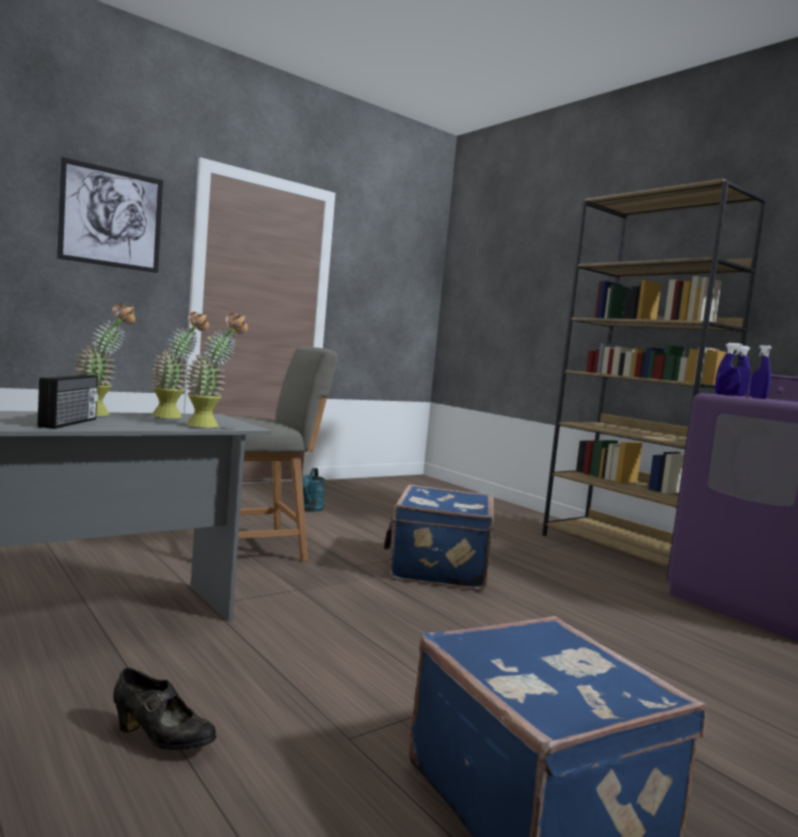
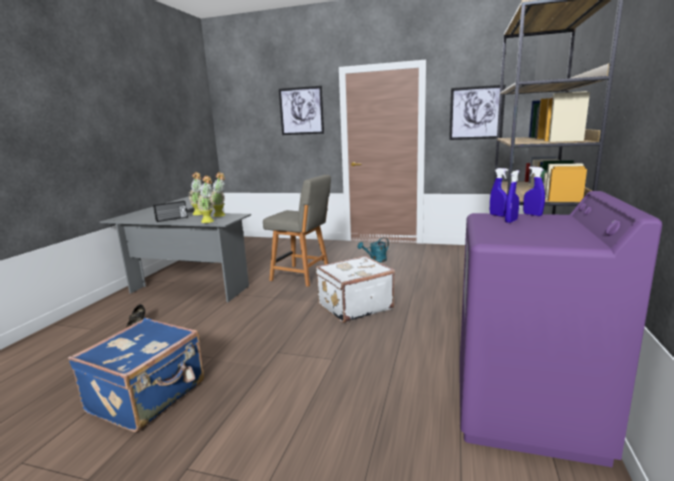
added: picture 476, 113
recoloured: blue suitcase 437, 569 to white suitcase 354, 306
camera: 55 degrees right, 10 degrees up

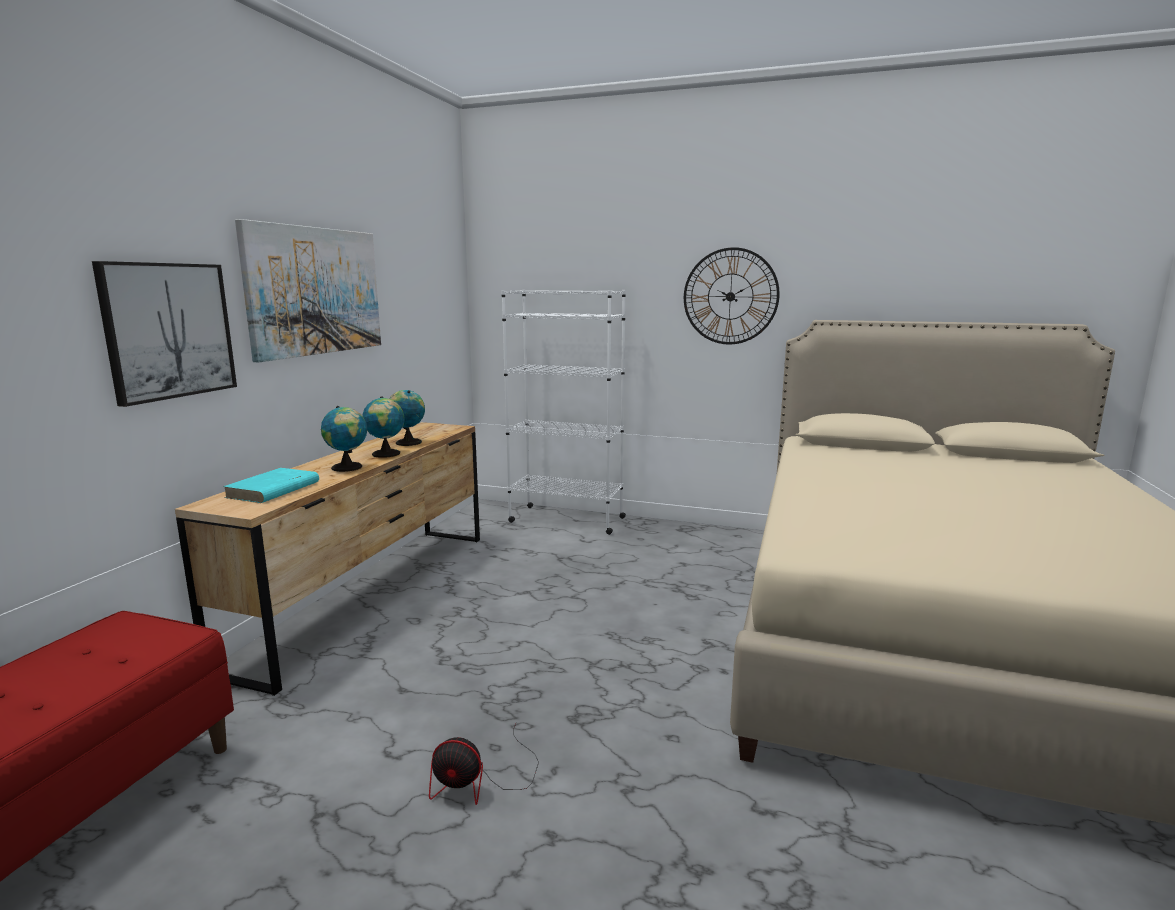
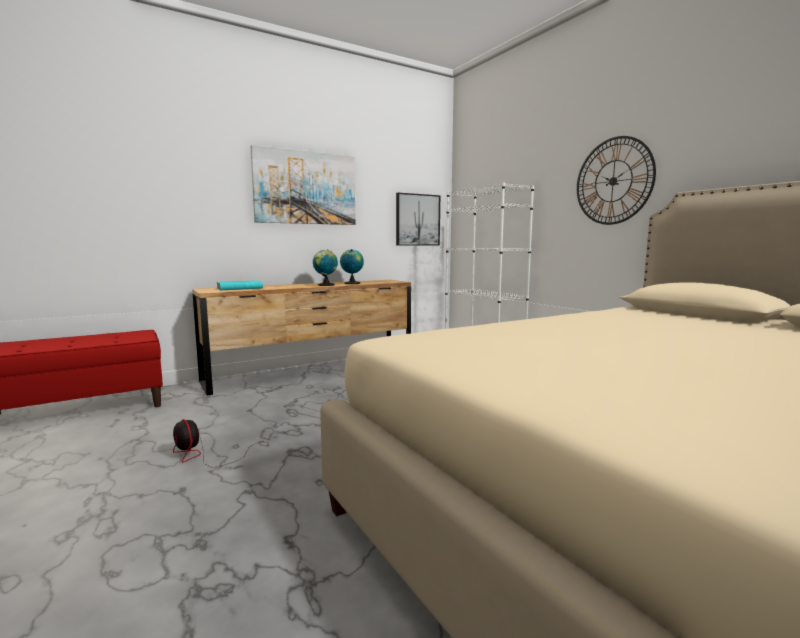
removed: globe 348, 468
moved: picture 168, 330 to 417, 220
camera: 40 degrees right, 5 degrees down

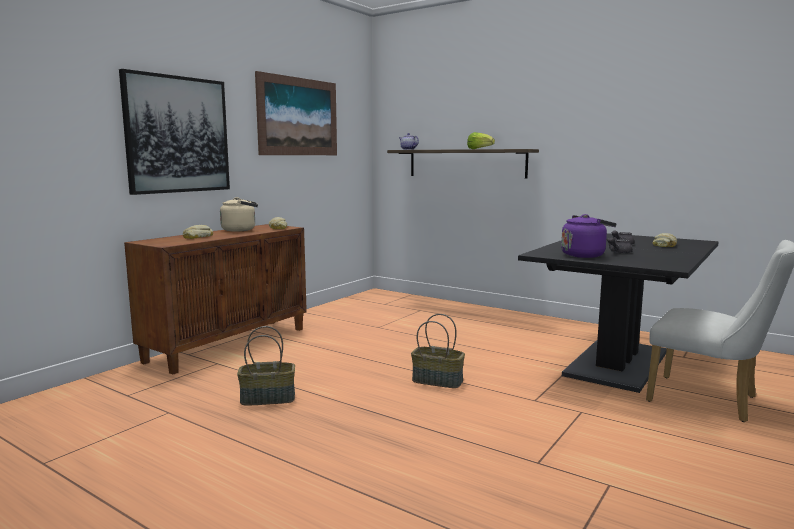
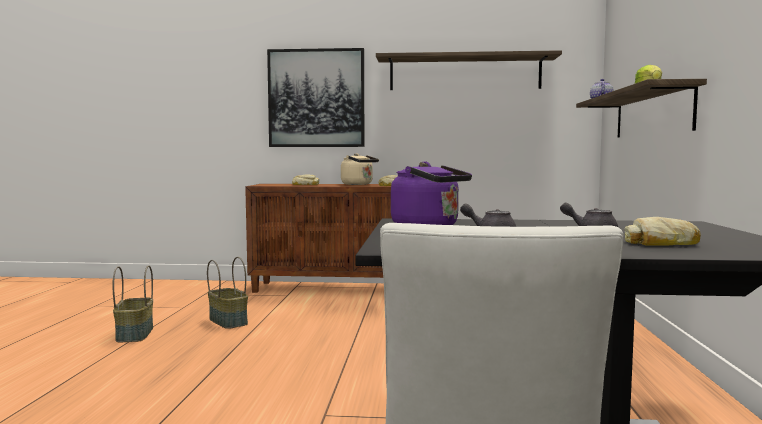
moved: basket 438, 381 to 135, 334
replaced: picture 298, 117 to shelf 465, 73
camera: 60 degrees right, 5 degrees down

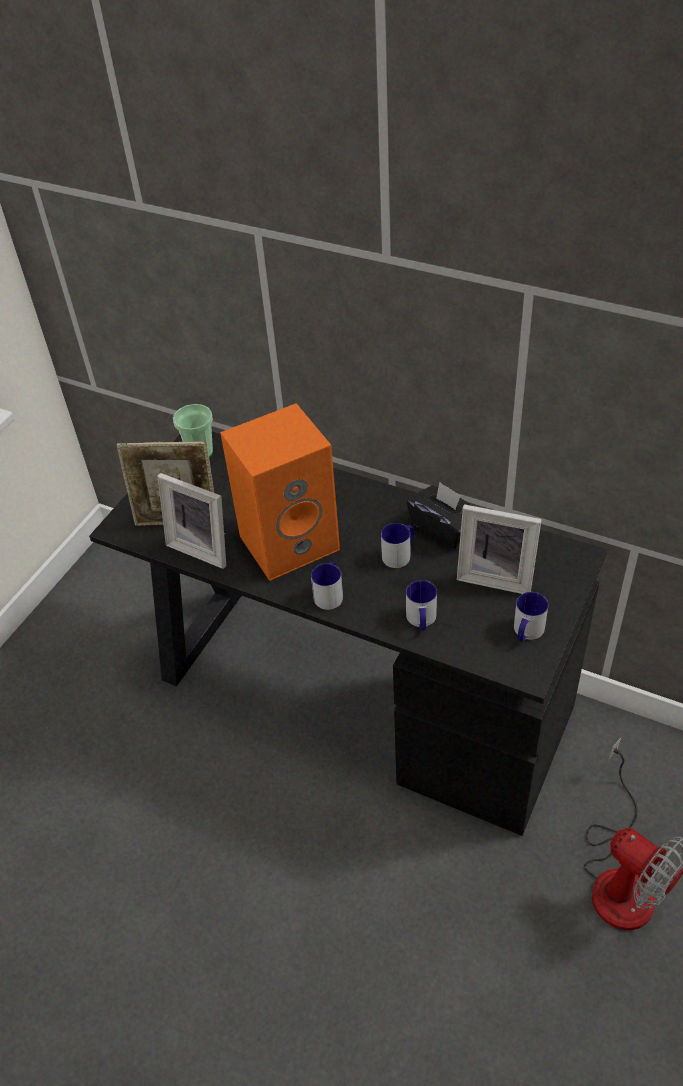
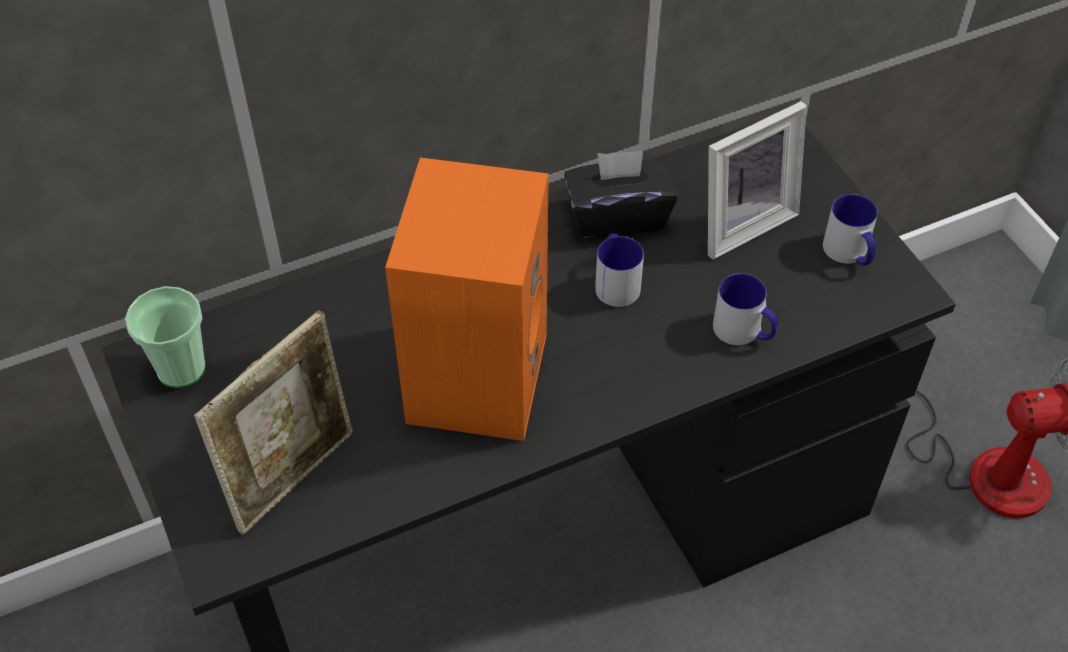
removed: picture frame 203, 547; mug 329, 593
camera: 55 degrees left, 5 degrees up

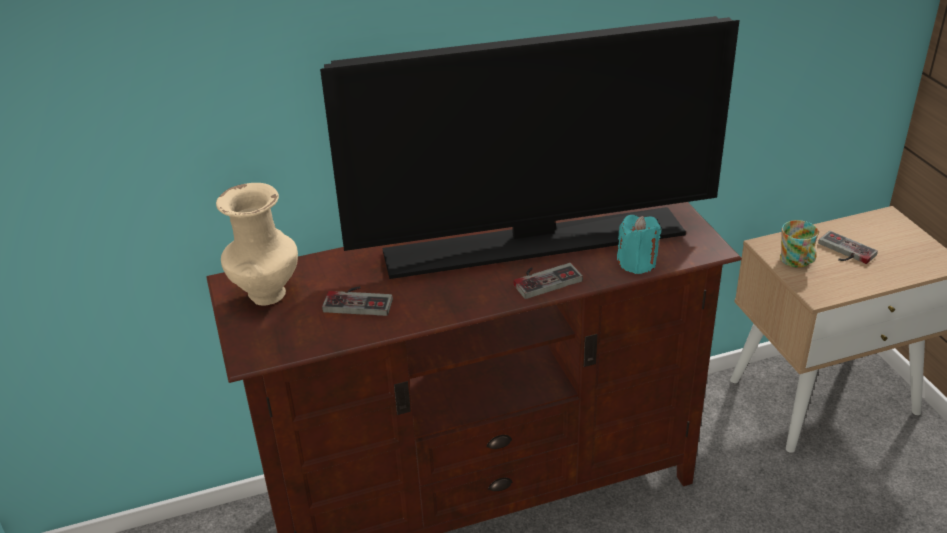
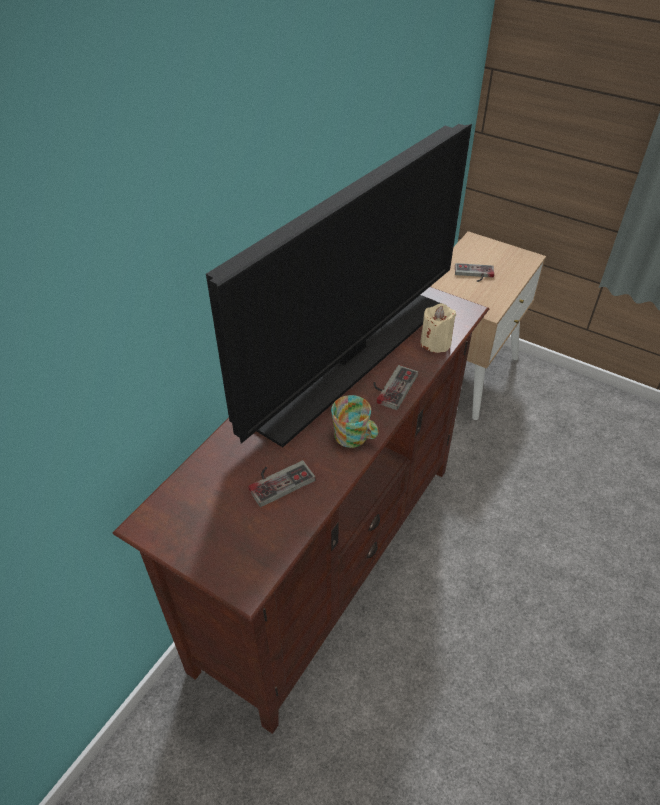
removed: beige vase 266, 295
moved: mug 797, 261 to 355, 438
recoloured: turquoise candle 637, 263 to beige candle 435, 343
camera: 40 degrees left, 10 degrees up

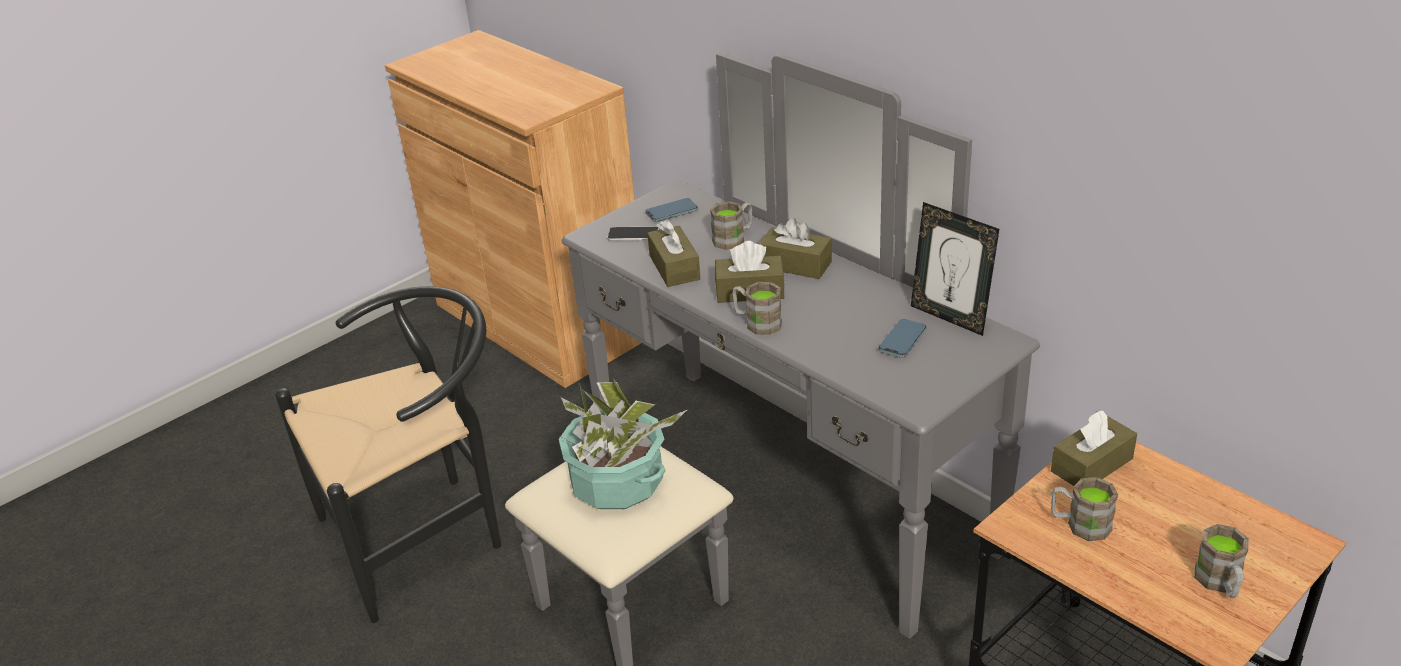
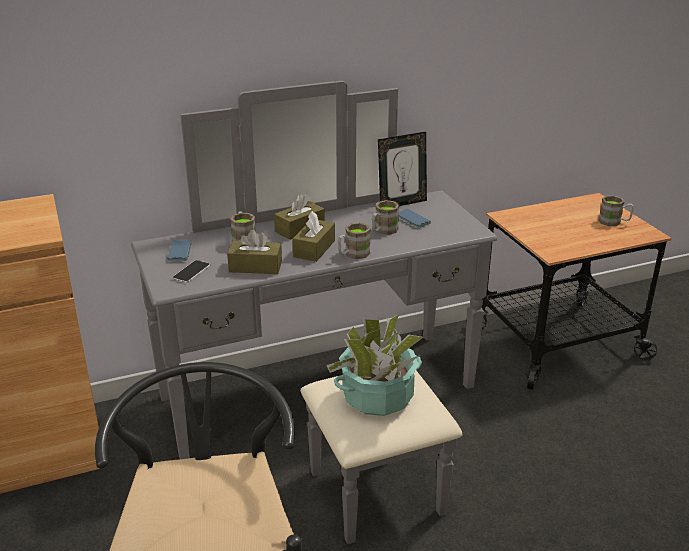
removed: brown tissue box 1091, 465
moved: brown mug 1080, 524 to 383, 231
camera: 70 degrees left, 5 degrees down

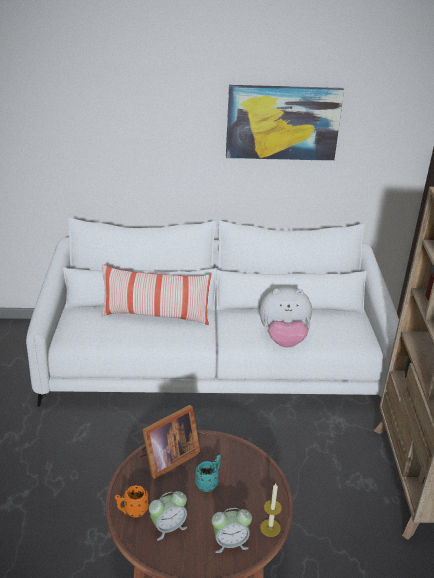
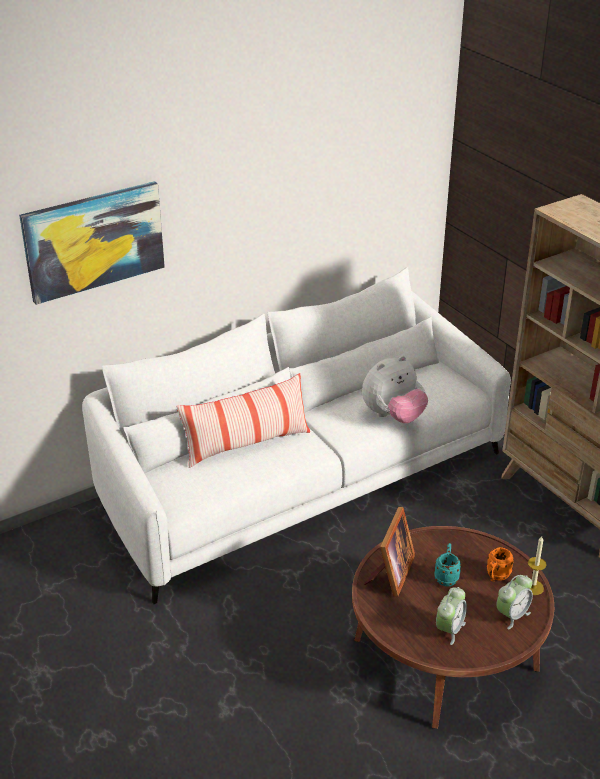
moved: orange mug 132, 511 to 496, 576; picture 282, 122 to 94, 241
camera: 30 degrees left, 0 degrees up

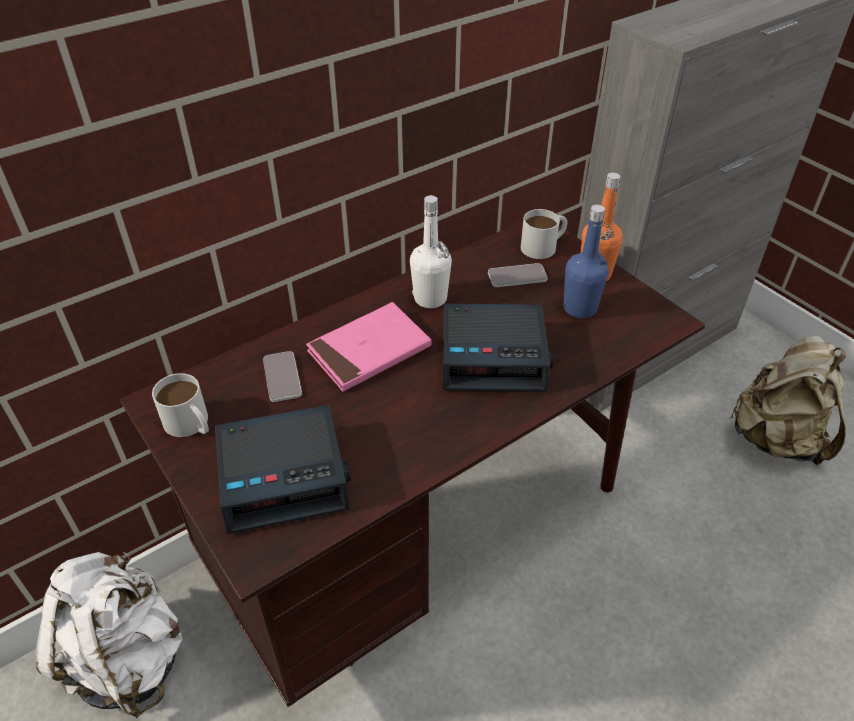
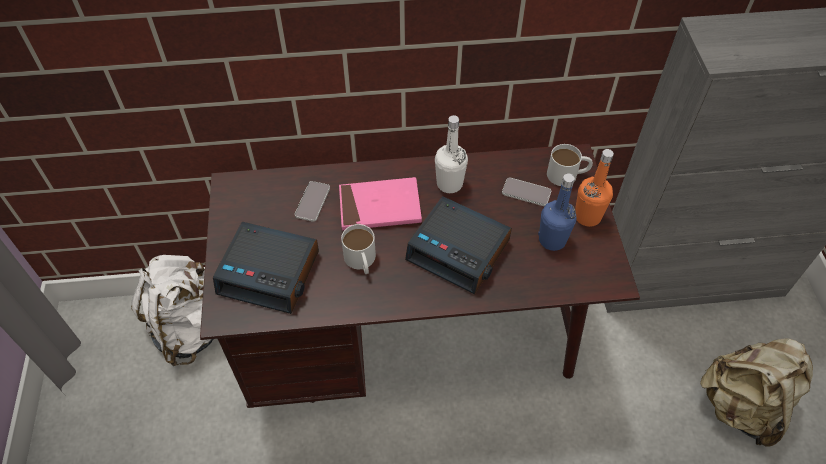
moved: white mug 191, 425 to 361, 261
camera: 30 degrees right, 10 degrees up

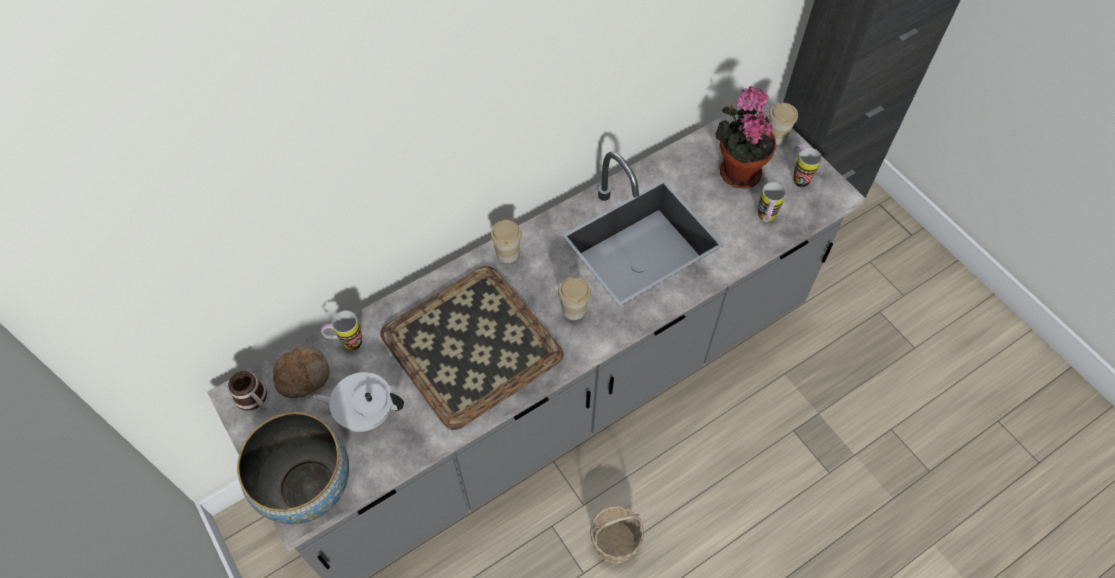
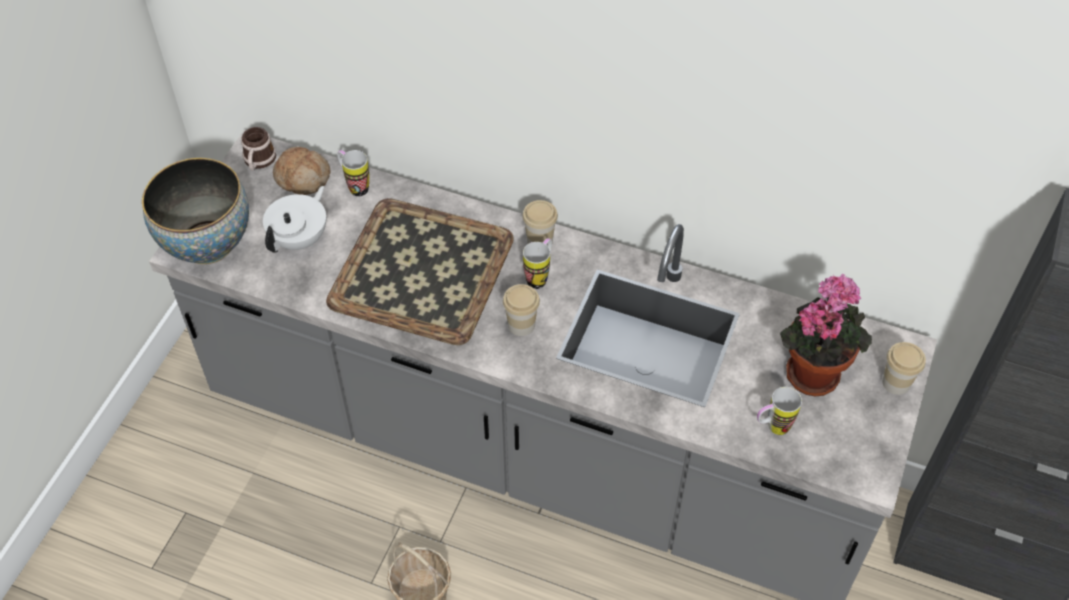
moved: mug 798, 177 to 540, 276
turned: white teapot 365, 412 = 300, 238 60 degrees clockwise
camera: 55 degrees right, 5 degrees down

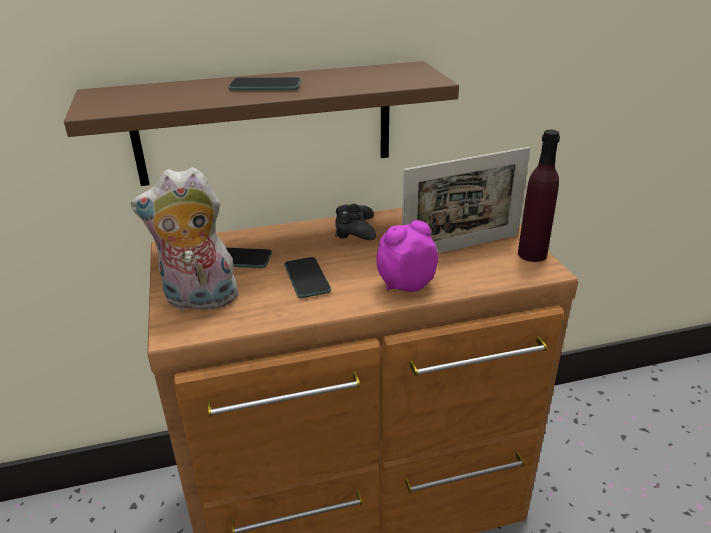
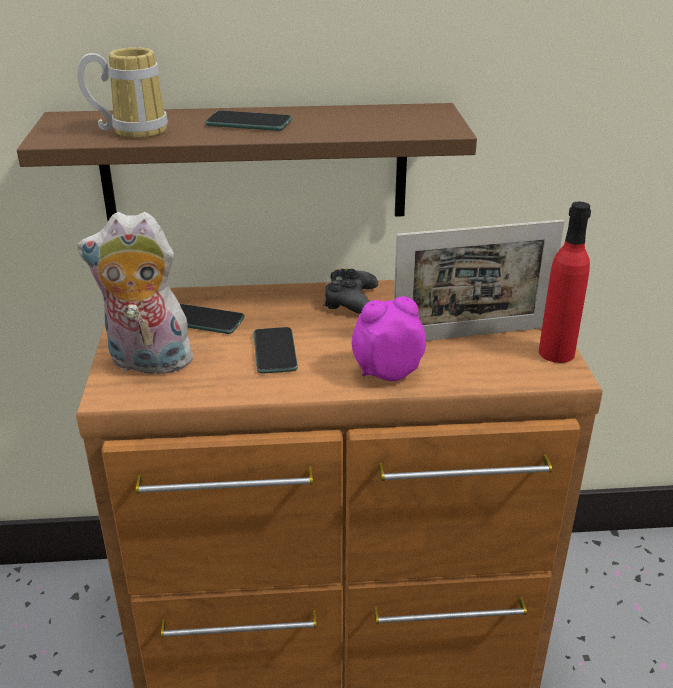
added: mug 132, 130
recoloured: purple bottle 532, 254 to red bottle 556, 353
camera: 10 degrees right, 0 degrees up

